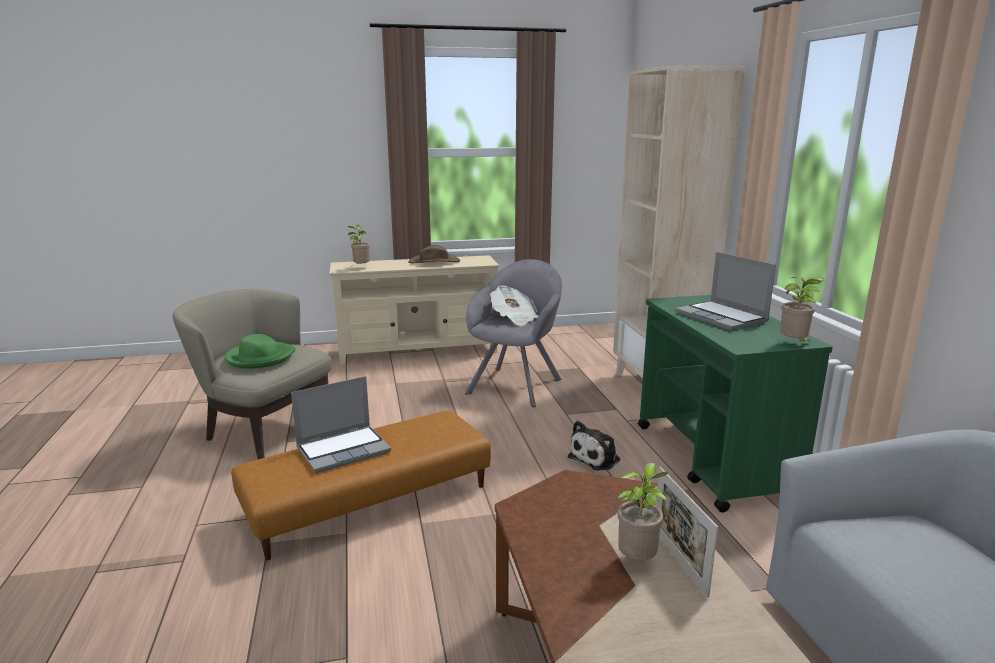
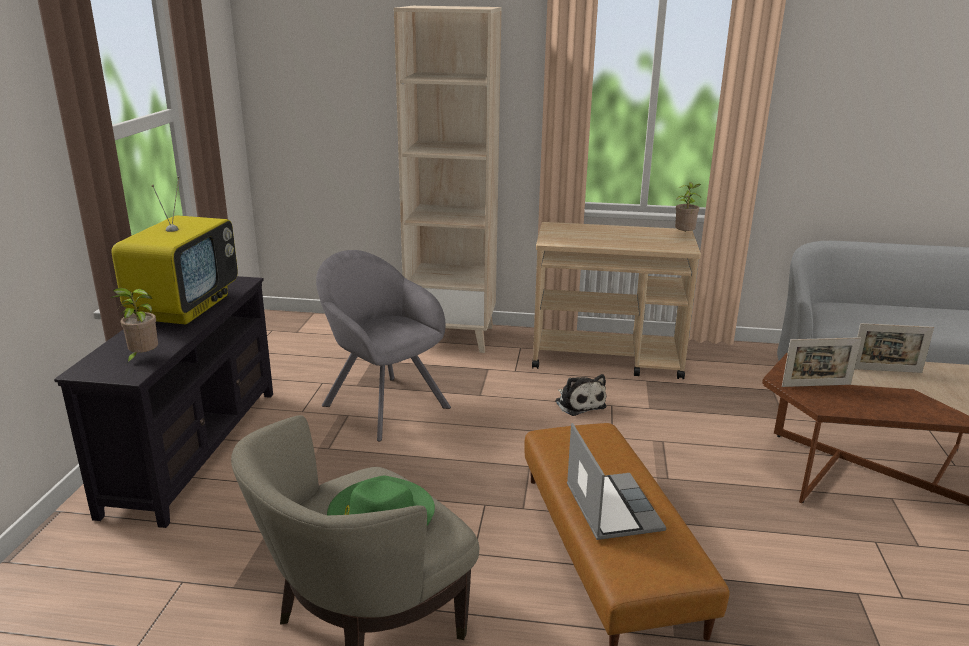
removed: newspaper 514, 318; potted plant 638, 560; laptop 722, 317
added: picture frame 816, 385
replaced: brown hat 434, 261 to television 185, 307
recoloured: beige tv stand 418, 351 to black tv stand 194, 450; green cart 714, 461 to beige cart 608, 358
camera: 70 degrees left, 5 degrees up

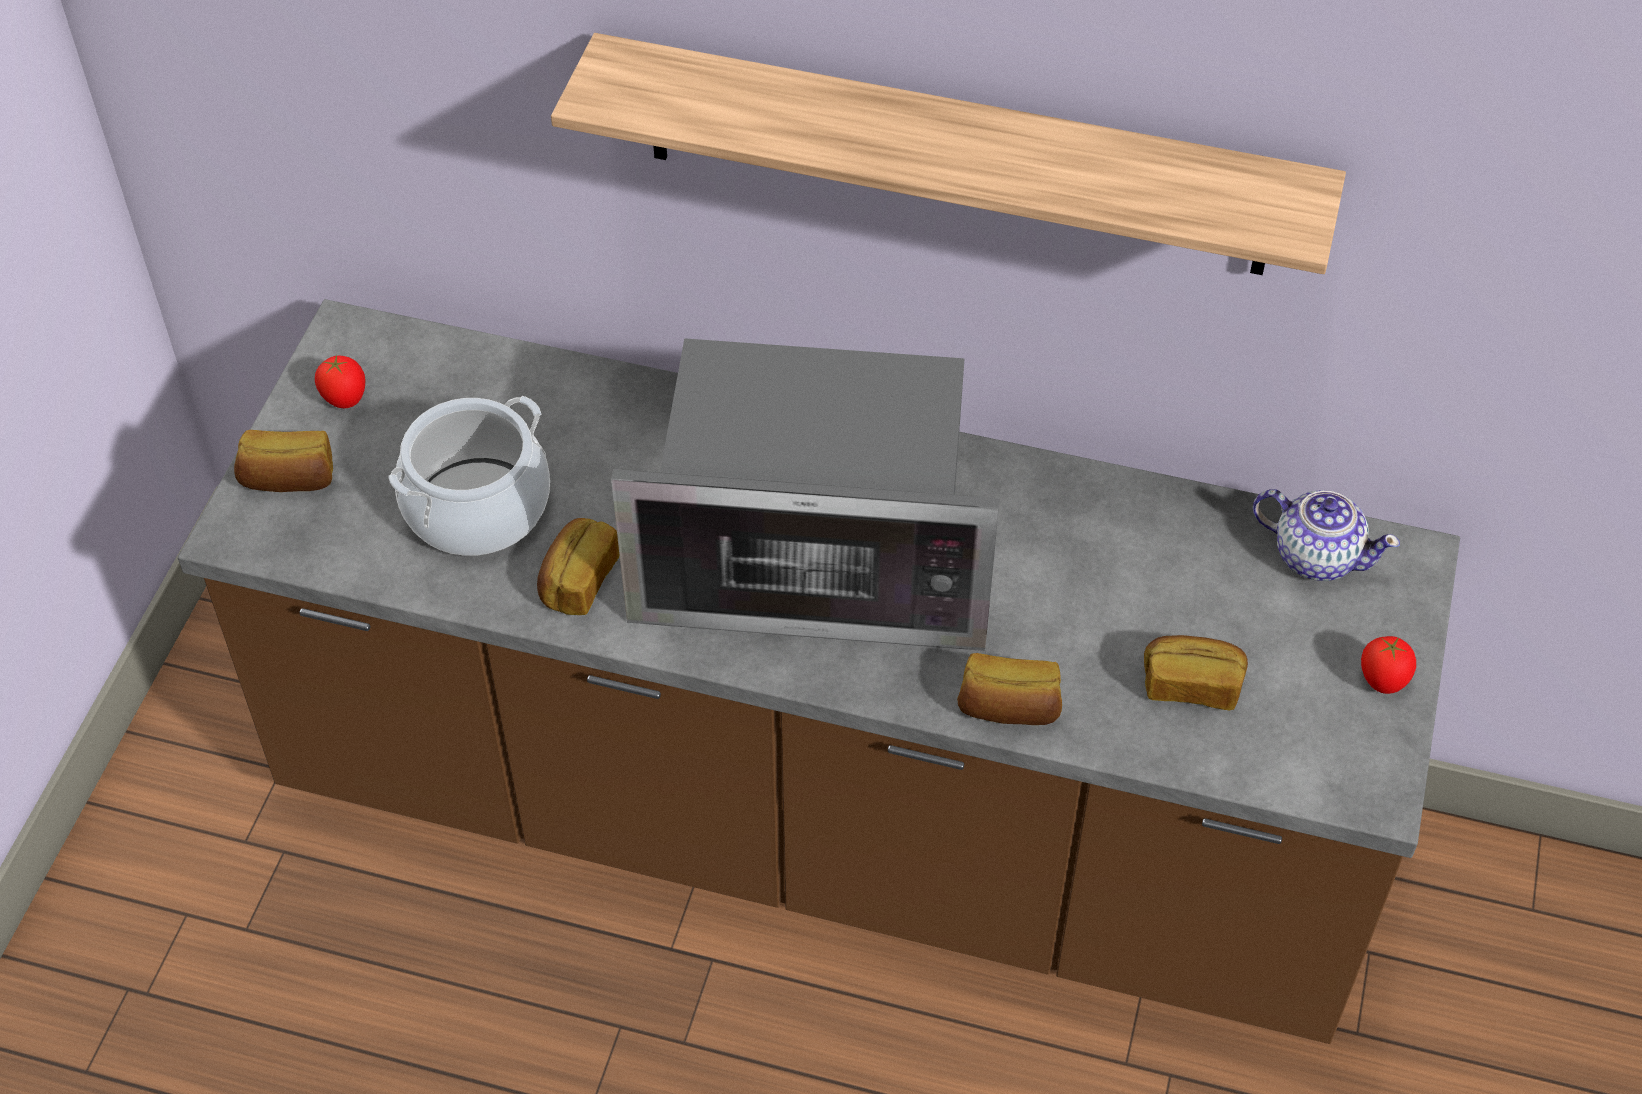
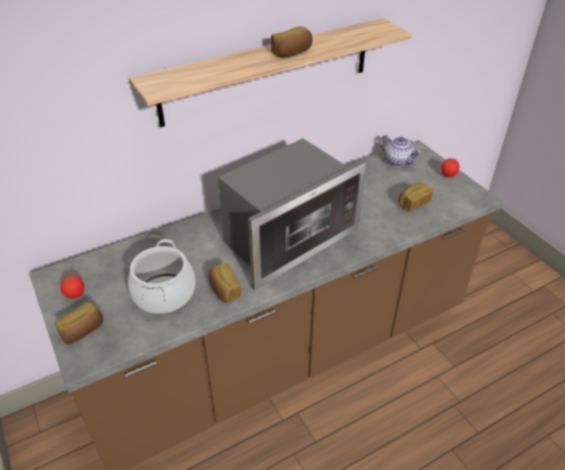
moved: bread 1008, 708 to 292, 53
turned: teapot 1316, 555 = 397, 161 60 degrees clockwise
camera: 45 degrees left, 10 degrees down

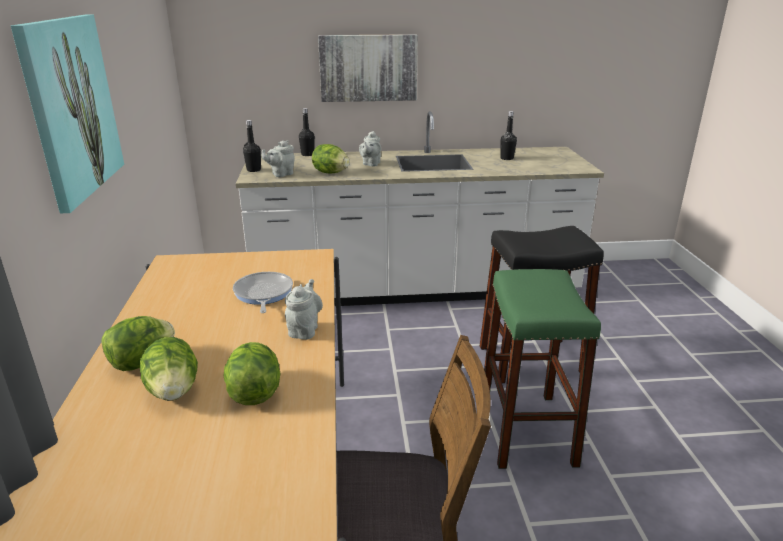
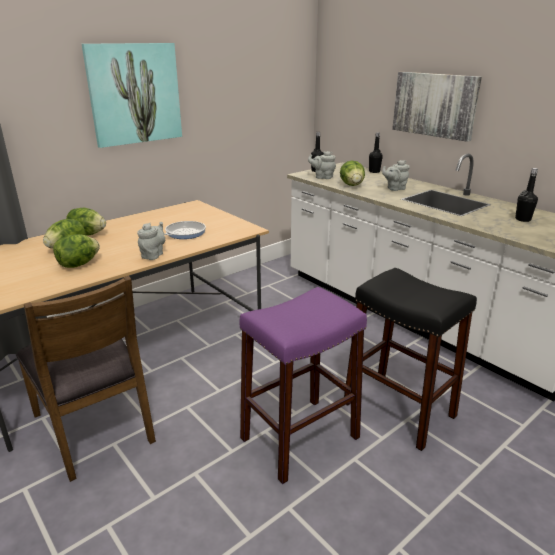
recoloured: green stool 526, 429 to purple stool 300, 437
turned: grey teapot 304, 329 = 153, 255 45 degrees counterclockwise
camera: 55 degrees right, 0 degrees up

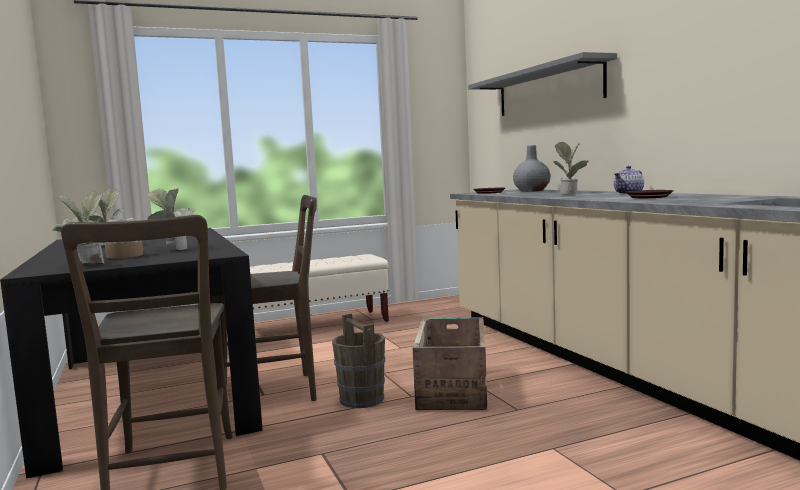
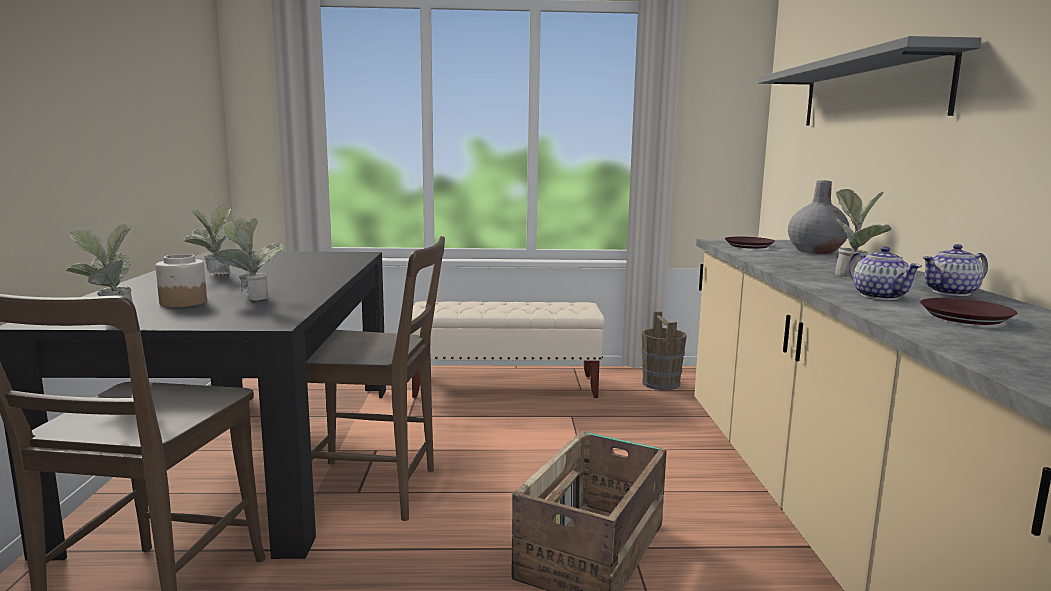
added: teapot 879, 296
moved: brown bucket 361, 399 to 660, 383
camera: 20 degrees right, 5 degrees up

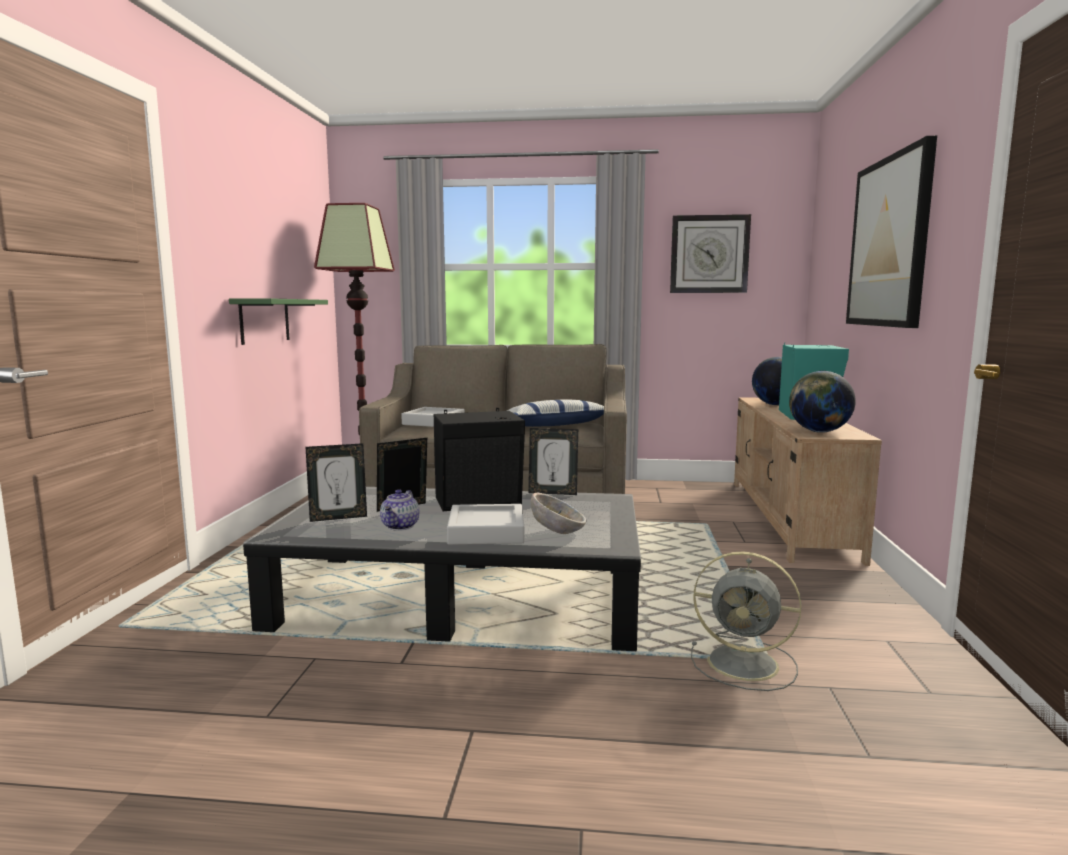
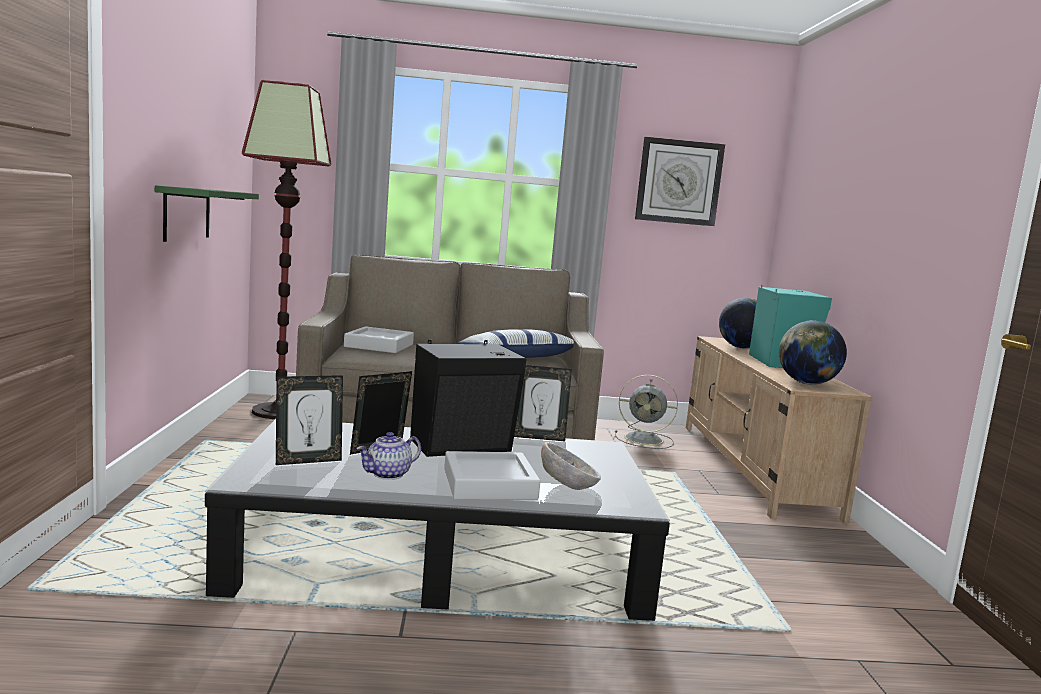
removed: picture 889, 242
moved: grey fan 746, 663 to 645, 439
turned: teapot 401, 526 = 388, 475 45 degrees clockwise
camera: 10 degrees left, 0 degrees up

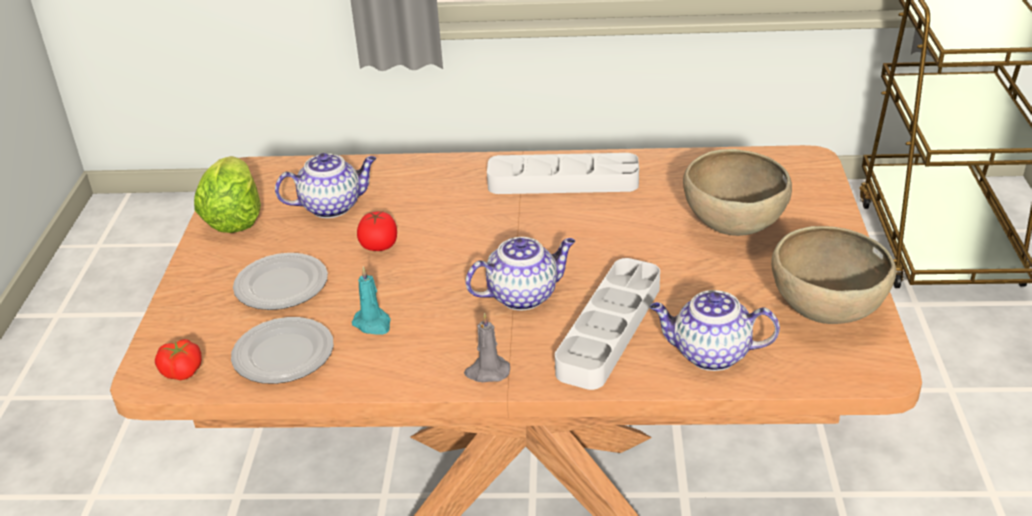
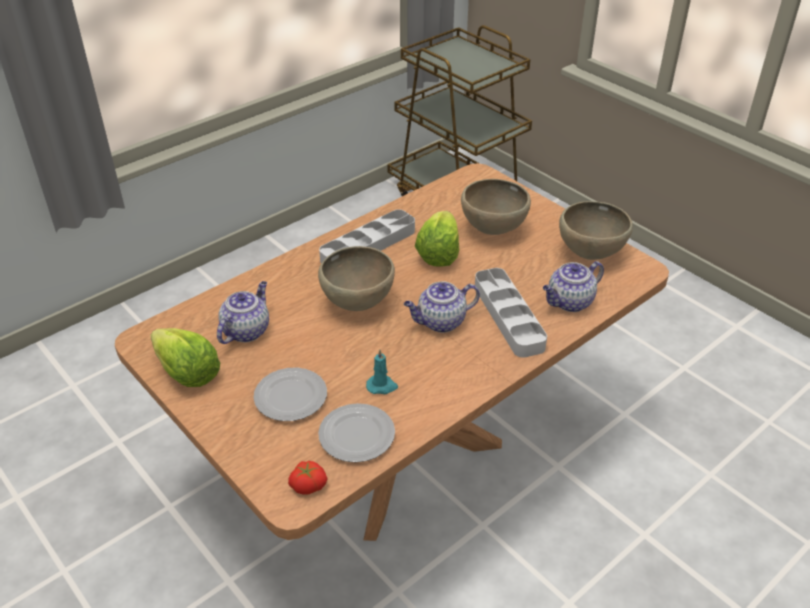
removed: tomato 379, 246; grey candle 487, 372
added: brown bowl 358, 303; lettuce 438, 254
turned: teapot 523, 295 = 440, 322 135 degrees counterclockwise
camera: 45 degrees left, 5 degrees up

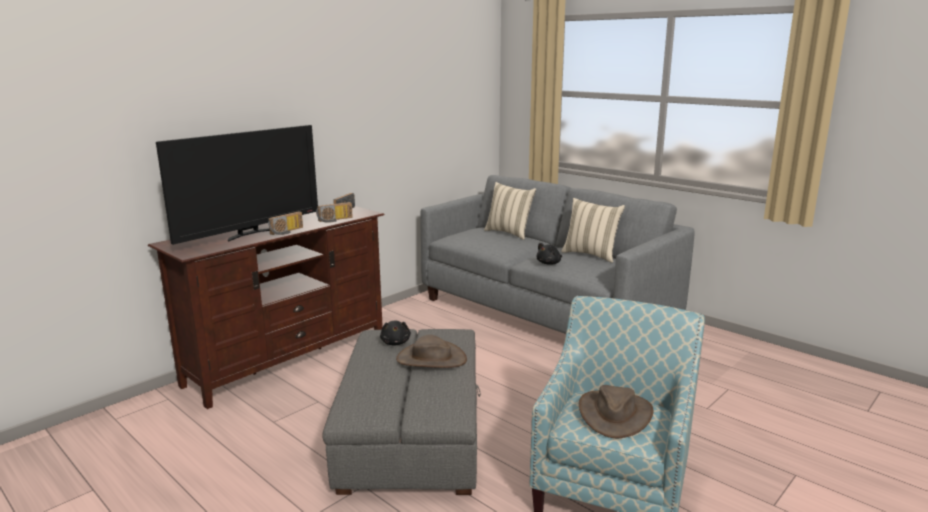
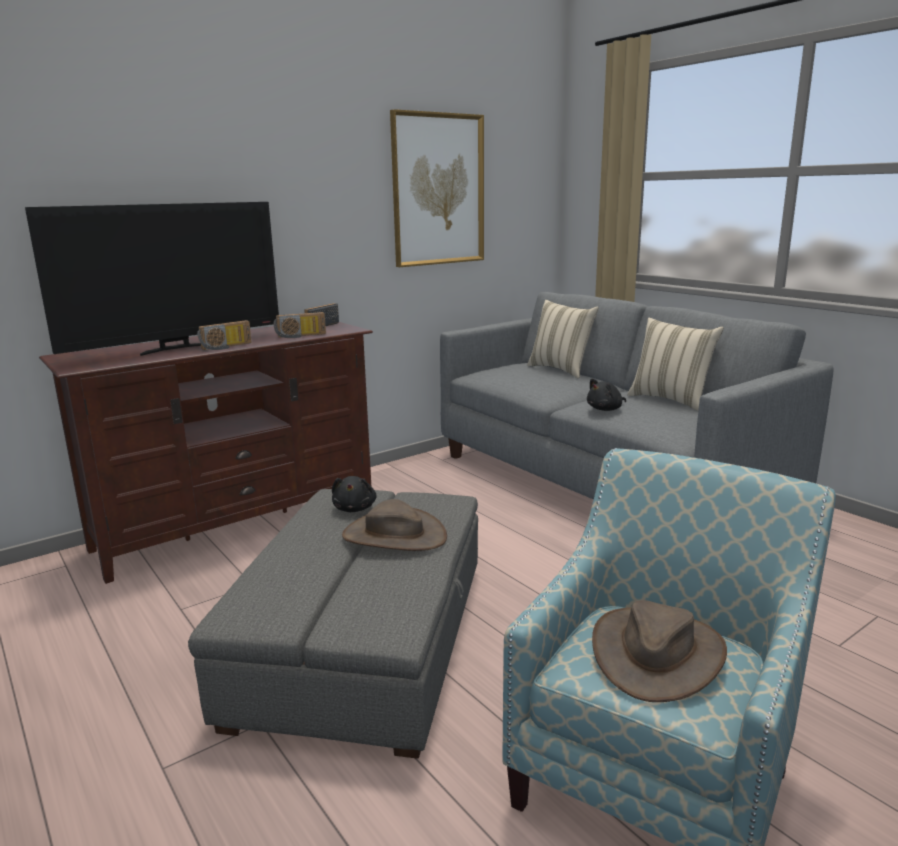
added: picture 438, 190
camera: 10 degrees right, 0 degrees up

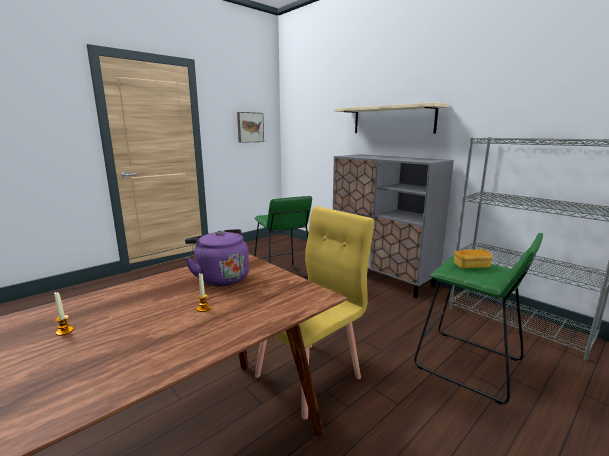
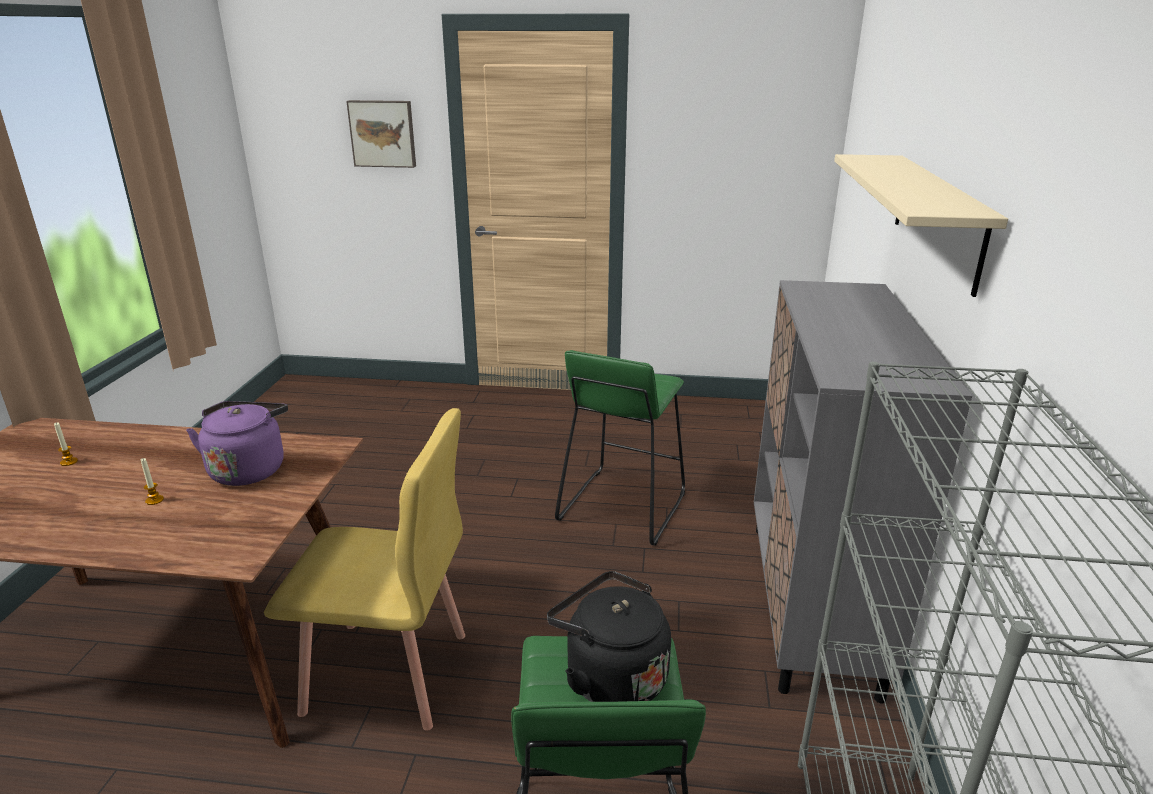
moved: picture 250, 127 to 383, 133
replaced: bread 471, 266 to black kettle 610, 676
camera: 50 degrees right, 10 degrees up

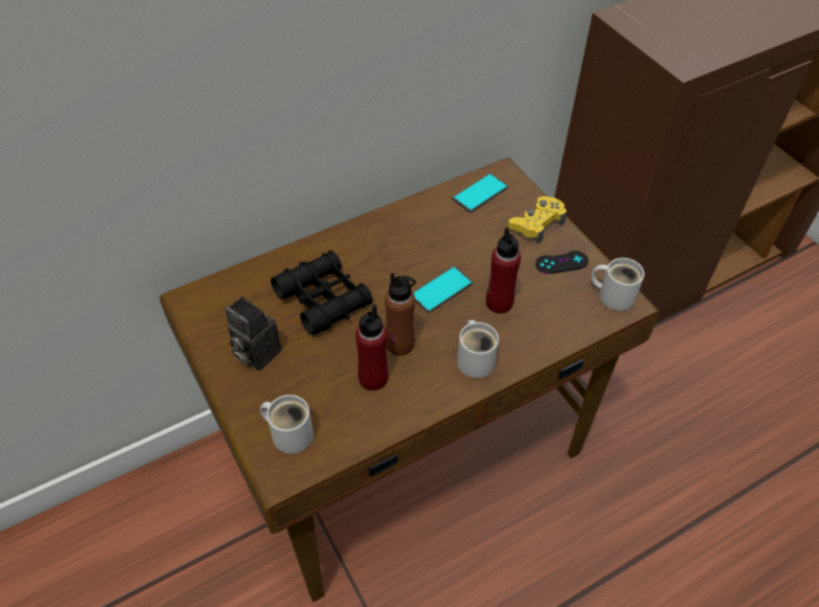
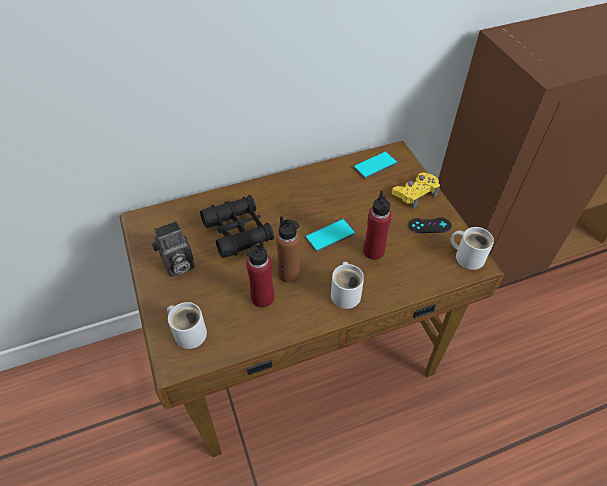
turned: photo camera 254, 353 = 177, 266 75 degrees counterclockwise
camera: 10 degrees right, 0 degrees up

